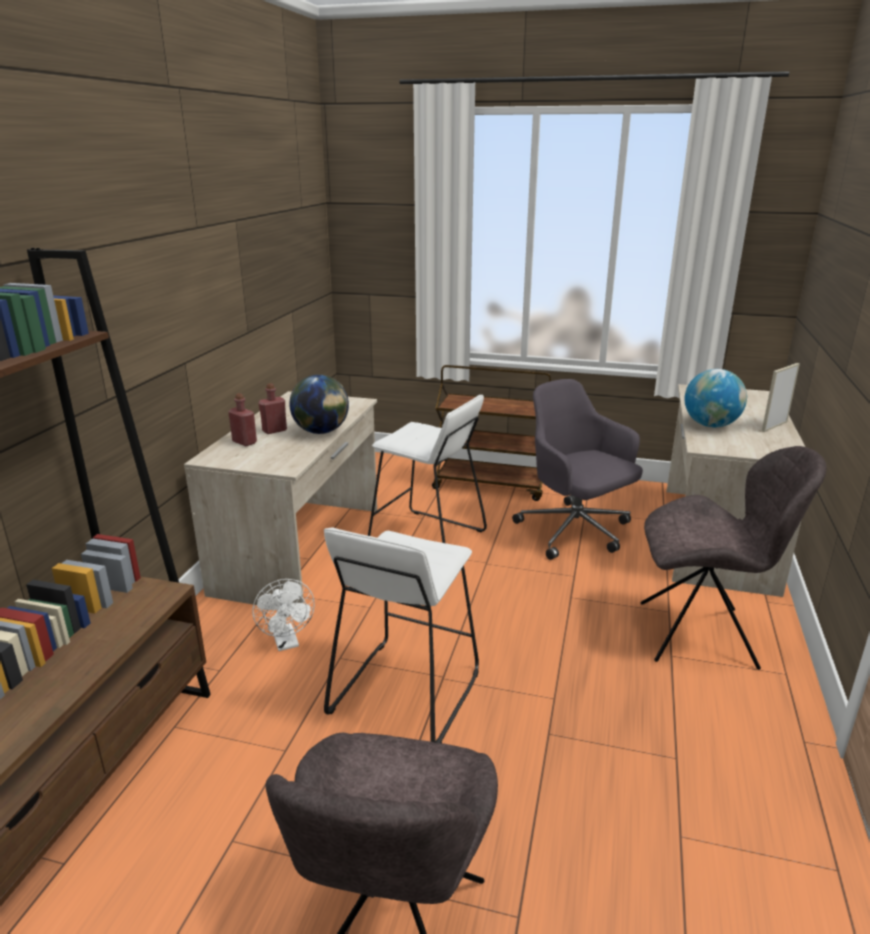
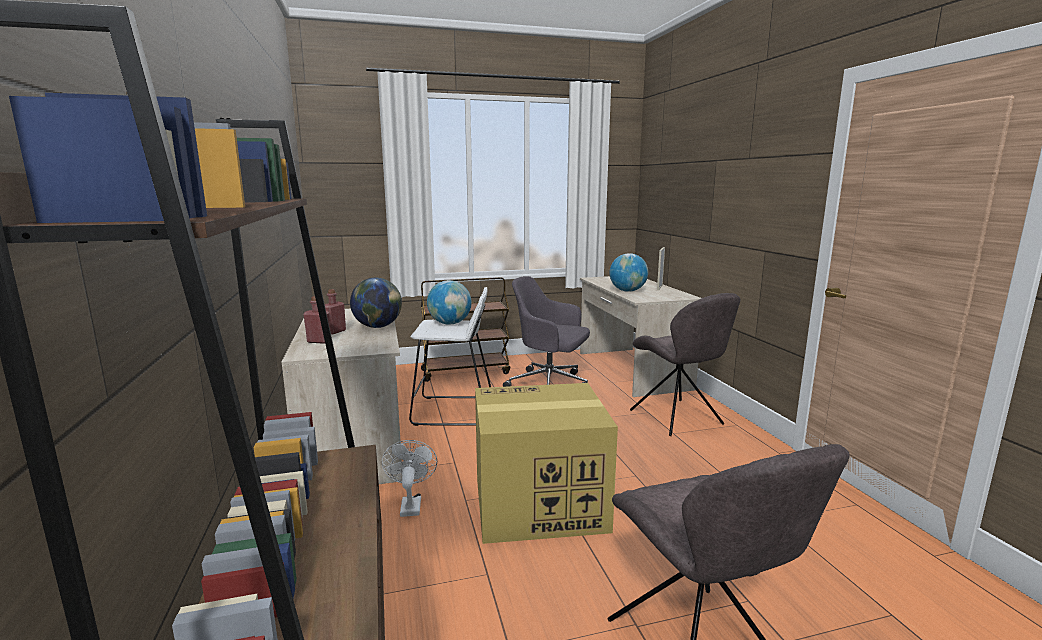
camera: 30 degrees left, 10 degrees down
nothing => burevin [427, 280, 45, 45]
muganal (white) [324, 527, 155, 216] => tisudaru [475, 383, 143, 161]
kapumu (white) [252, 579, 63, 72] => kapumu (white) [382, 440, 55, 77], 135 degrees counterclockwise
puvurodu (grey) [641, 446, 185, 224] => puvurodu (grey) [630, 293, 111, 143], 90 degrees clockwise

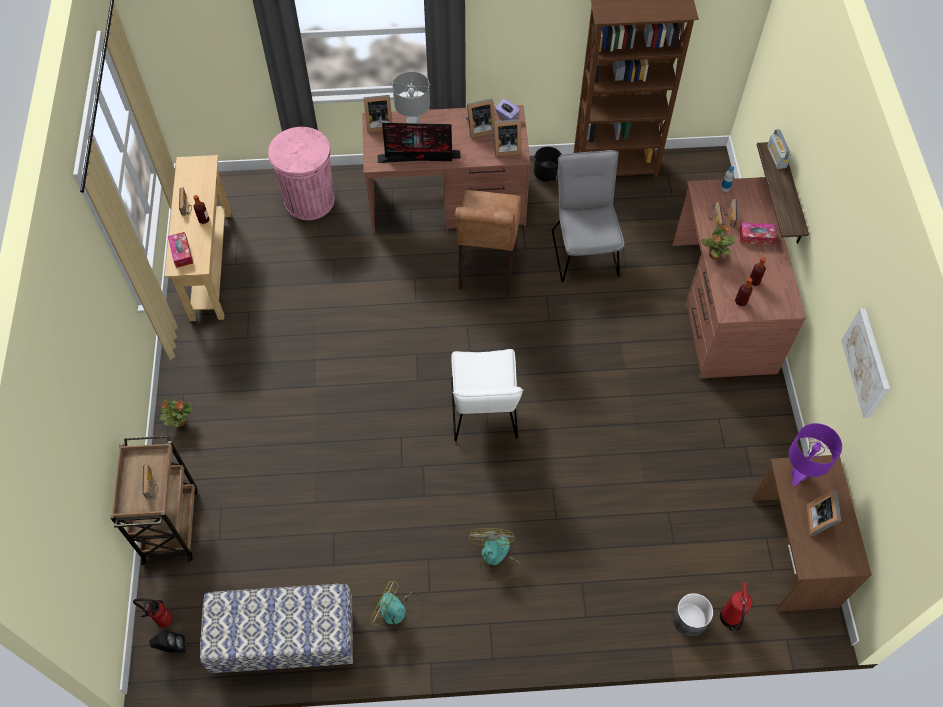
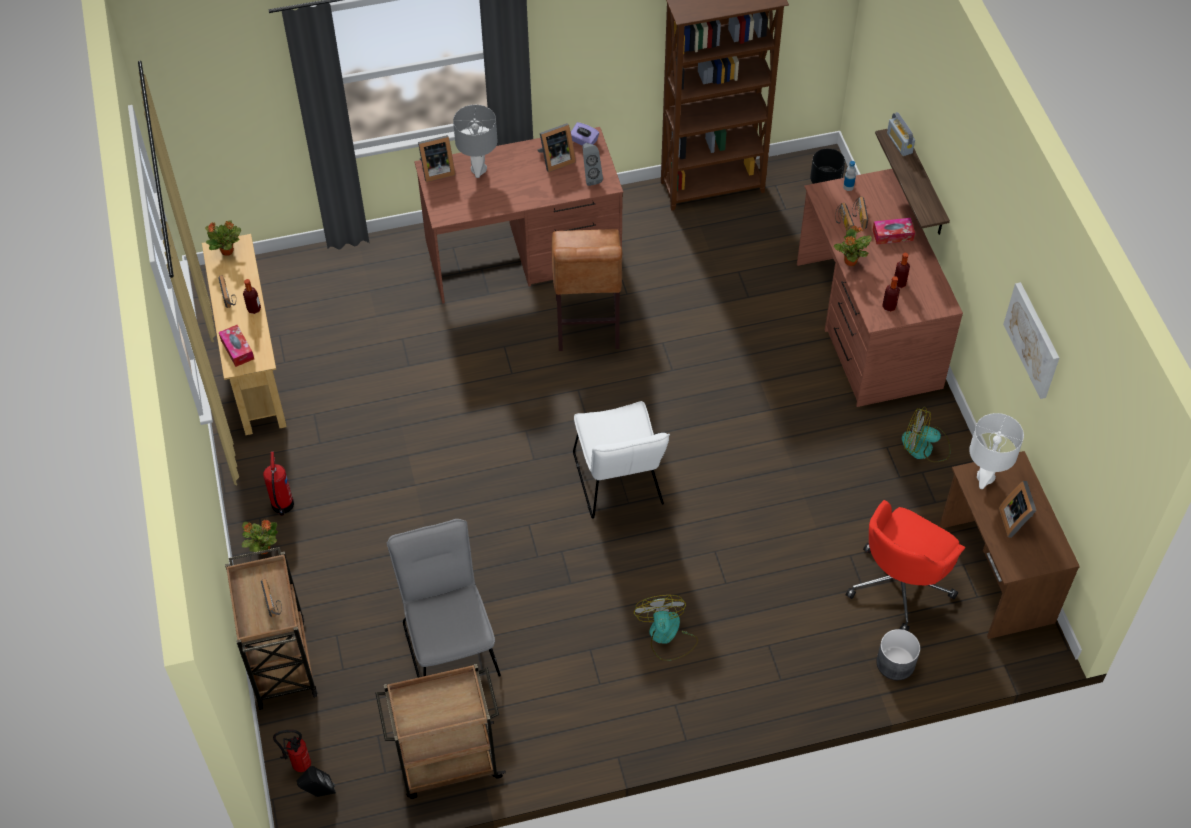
camera: 10 degrees left, 5 degrees down
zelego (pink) [268, 127, 67, 93] => nothing
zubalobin [378, 123, 83, 40] => nothing
nothing => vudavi [205, 221, 36, 35]
nothing => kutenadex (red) [846, 500, 119, 131]
kapumu [370, 581, 54, 50] => kapumu [902, 407, 49, 55], move
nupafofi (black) [534, 147, 28, 35] => nupafofi (black) [810, 148, 35, 36], move
puvurodu (grey) [552, 150, 72, 132] => puvurodu (grey) [387, 519, 114, 159], move
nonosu [720, 582, 32, 49] => nonosu [263, 451, 31, 65], move
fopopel [200, 584, 153, 90] => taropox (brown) [375, 664, 131, 135]
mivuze [493, 119, 28, 38] => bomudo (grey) [582, 143, 21, 43]
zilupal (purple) [789, 423, 53, 63] => zilupal (white) [969, 413, 55, 76]

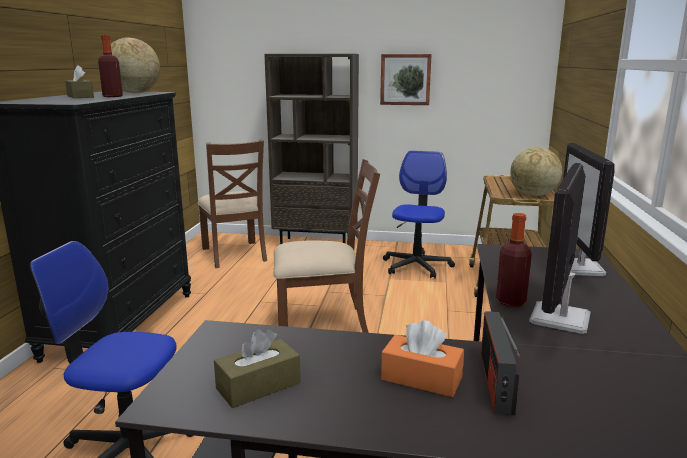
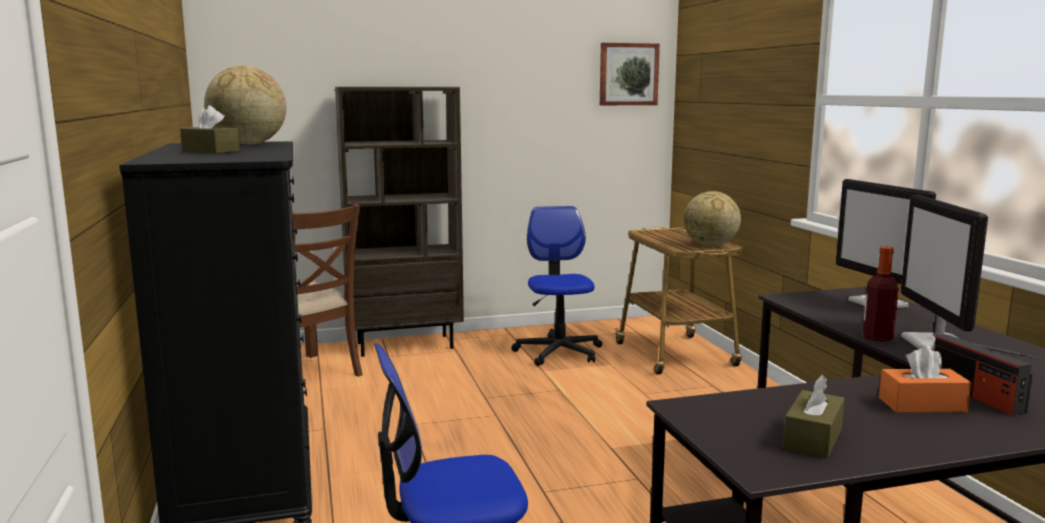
camera: 25 degrees left, 5 degrees down
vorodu [98, 35, 25, 62] => nothing
puvurodu (brown) [273, 159, 107, 174] => nothing
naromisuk [380, 54, 52, 51] => naromisuk [600, 43, 60, 62], move

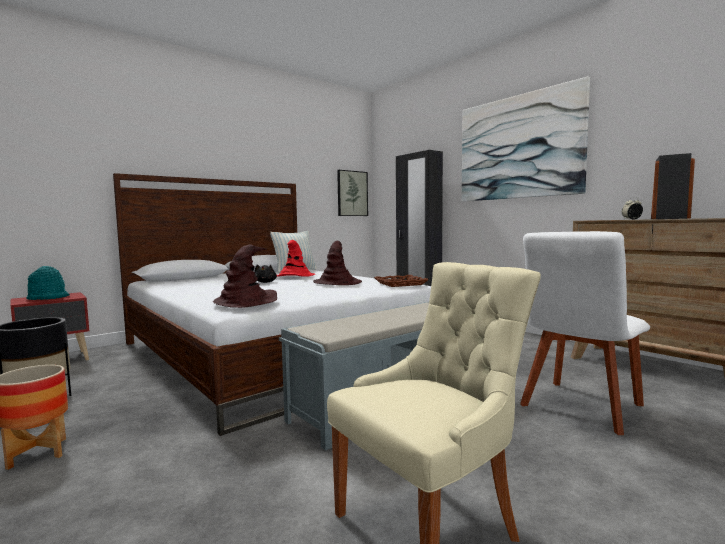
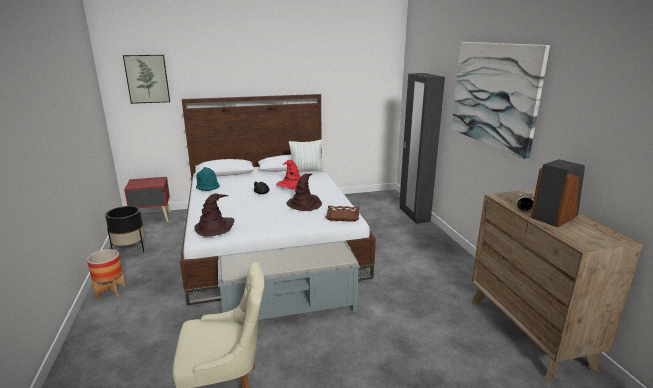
camera: 25 degrees right, 15 degrees up
puvurodu (white) [520, 231, 130, 204] => nothing
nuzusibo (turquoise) [26, 266, 44, 34] => nuzusibo (turquoise) [196, 167, 24, 24], move
naromisuk [337, 170, 31, 46] => naromisuk [123, 55, 47, 49], move

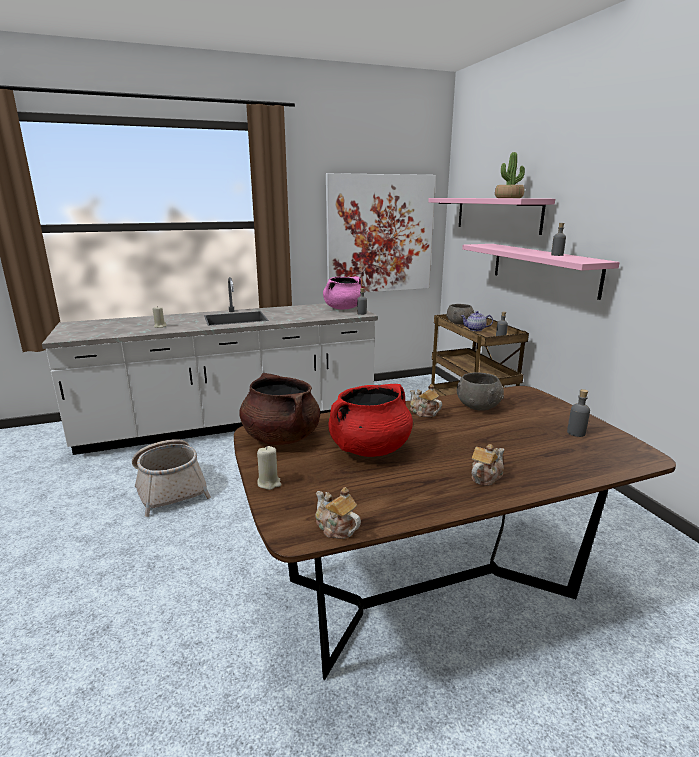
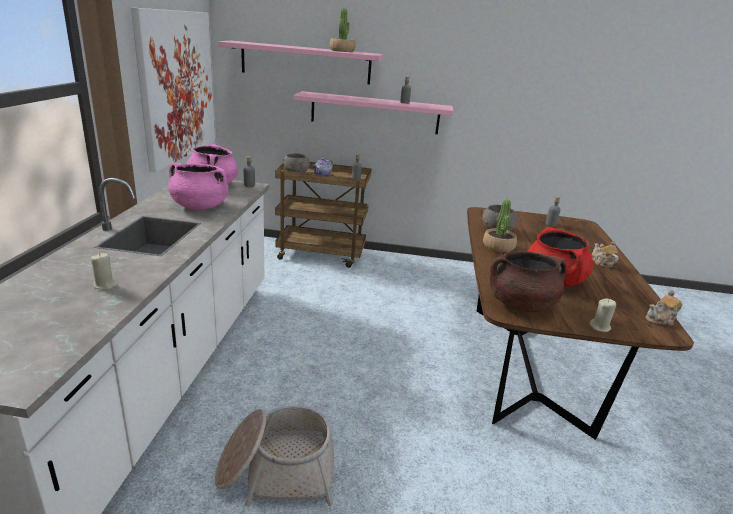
camera: 65 degrees left, 5 degrees up
nothing => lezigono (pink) [168, 163, 61, 47]
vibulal [410, 384, 32, 33] => vudavi [483, 199, 34, 53]

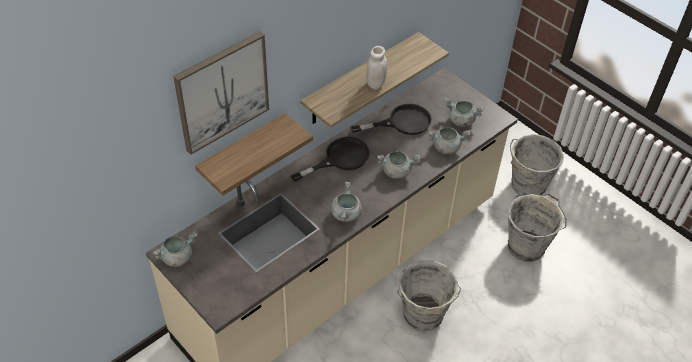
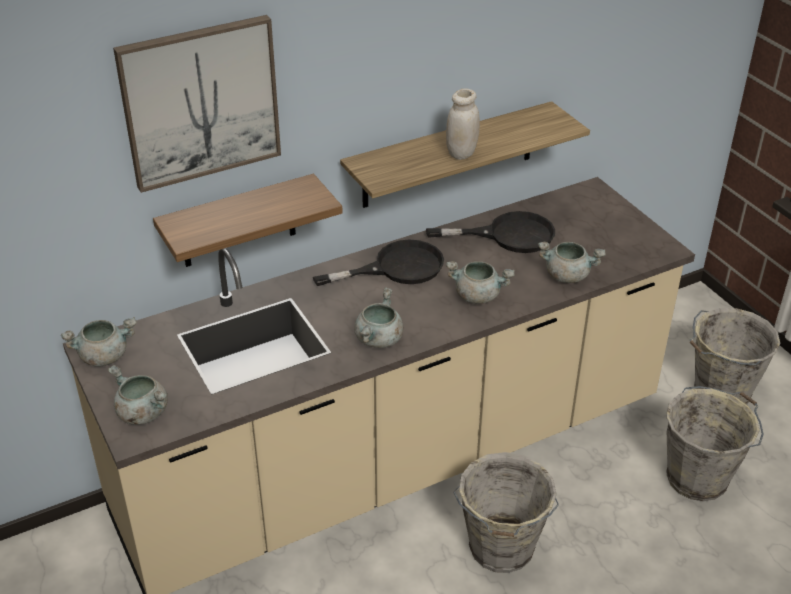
camera: 15 degrees right, 10 degrees down
lezigono (grey) [444, 98, 40, 29] => lezigono (grey) [108, 365, 60, 60], move

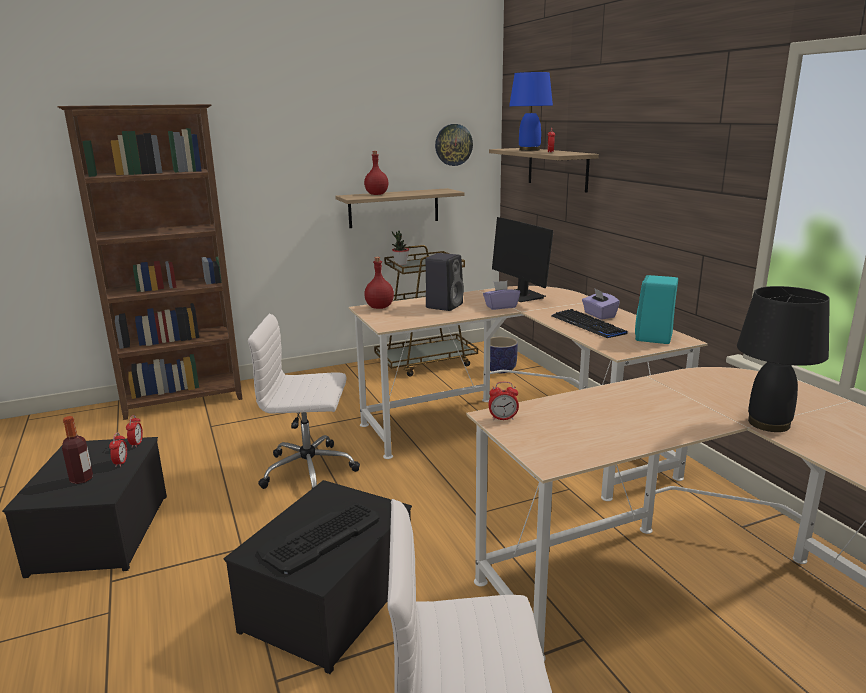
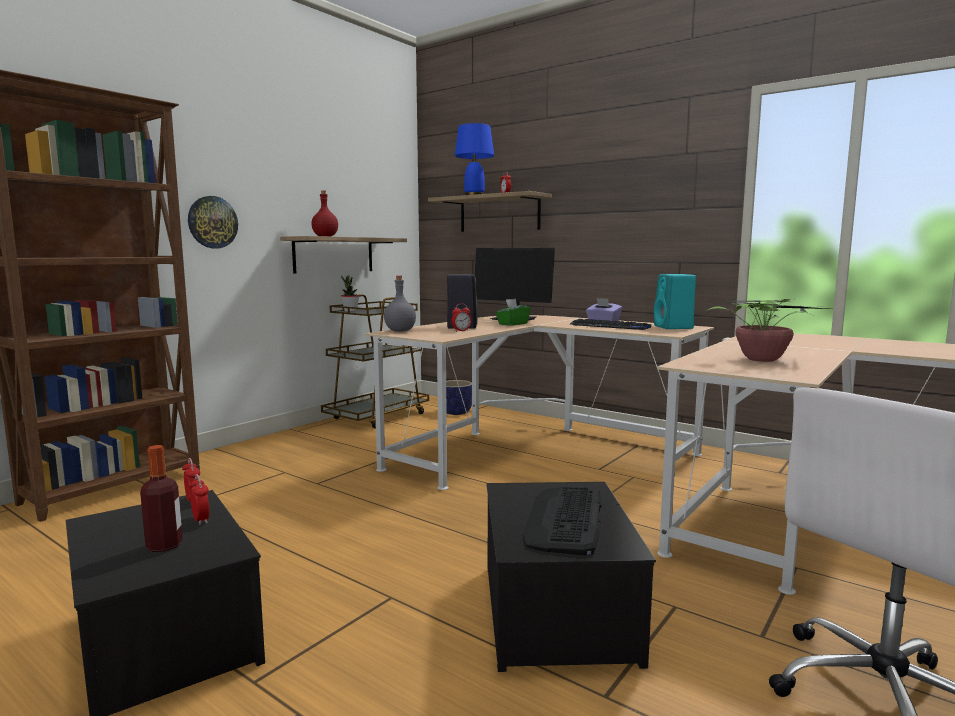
camera: 30 degrees left, 10 degrees down
kutenadex (white) [248, 314, 112, 175] => nothing
zilupal (black) [737, 286, 93, 146] => nothing
nothing => vudavi [708, 299, 120, 63]
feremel [435, 124, 38, 42] => feremel [188, 196, 50, 52], move
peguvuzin [488, 382, 31, 38] => peguvuzin [451, 304, 20, 28], move
vorodu (red) [364, 257, 30, 52] => vorodu (grey) [384, 275, 32, 57]
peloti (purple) [483, 281, 37, 29] => peloti (green) [495, 299, 36, 27]

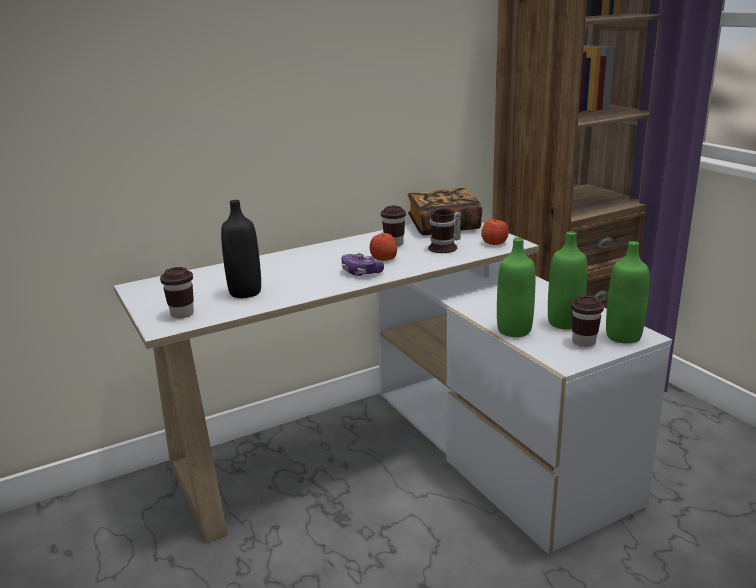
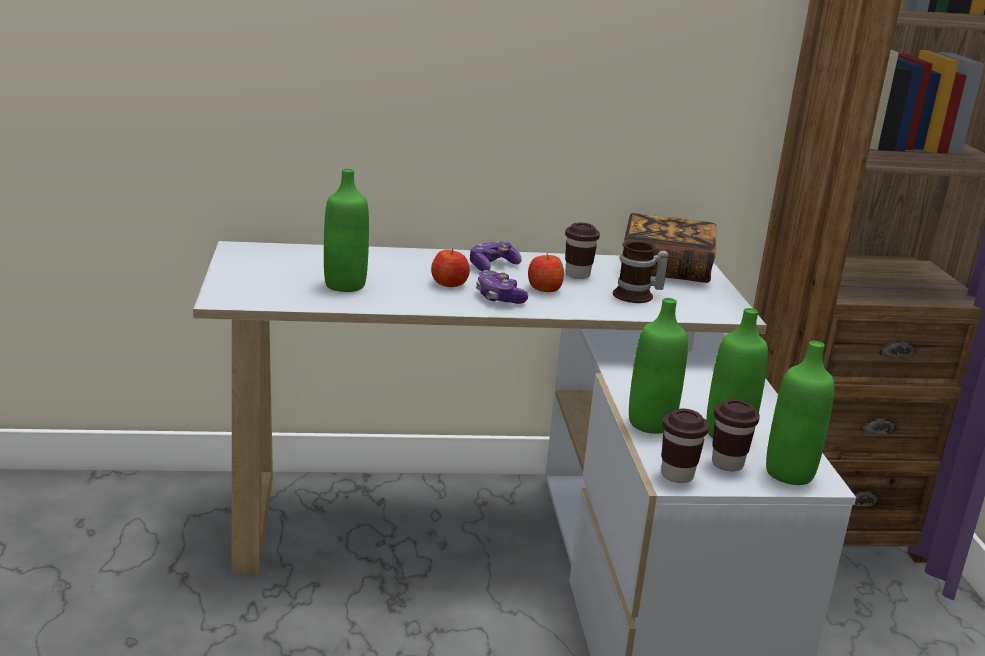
camera: 20 degrees right, 0 degrees up
nothing => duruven [470, 241, 52, 30]
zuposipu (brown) [160, 267, 34, 51] => zuposipu (brown) [661, 409, 48, 74], move
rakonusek [481, 217, 28, 28] => rakonusek [431, 248, 39, 39], move
vorodu (black) [221, 200, 40, 98] => vorodu (green) [324, 169, 45, 123]

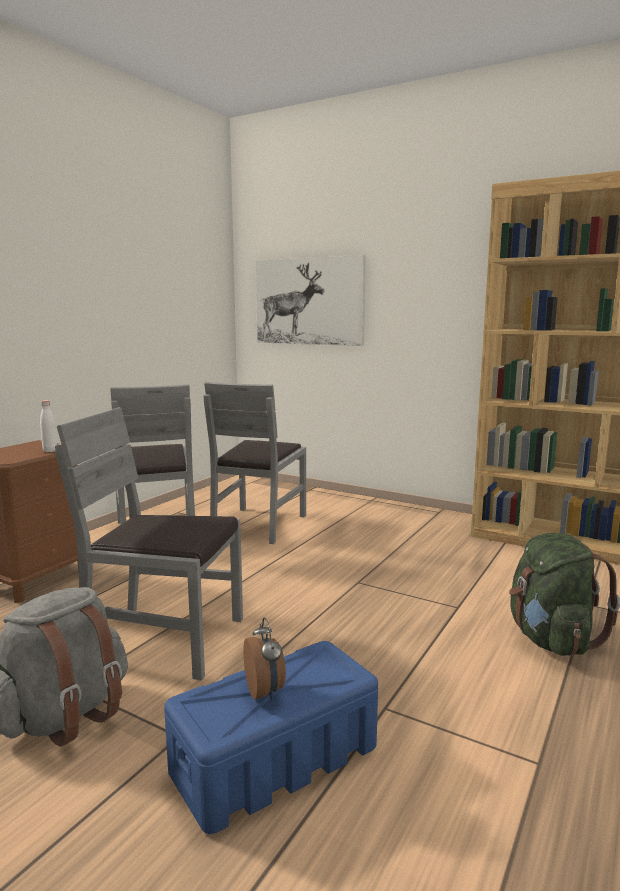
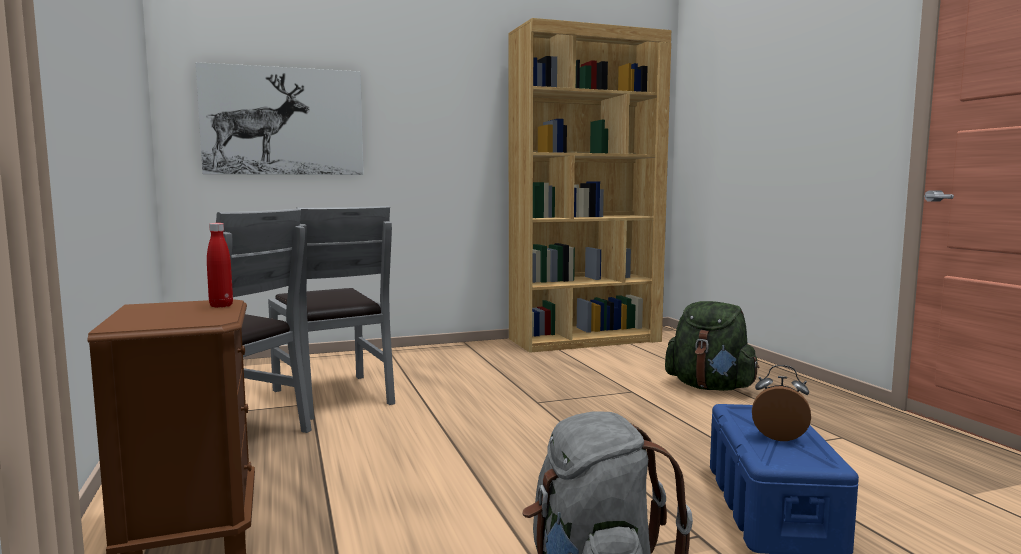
camera: 50 degrees left, 5 degrees down
puvurodu (grey) [55, 407, 188, 274] => nothing
vorodu (white) [40, 400, 17, 52] => vorodu (red) [207, 223, 26, 85]

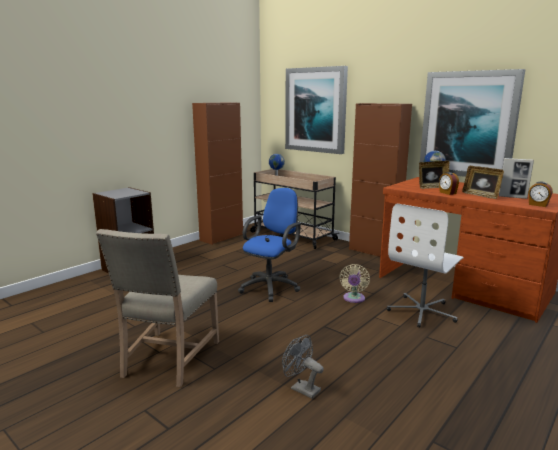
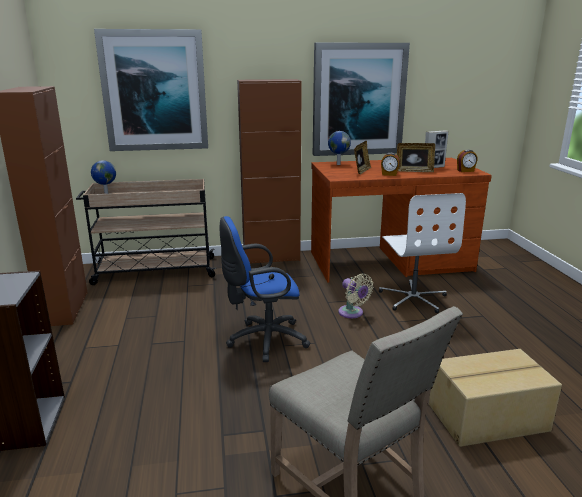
camera: 50 degrees left, 5 degrees up
kapumu (grey) [282, 335, 42, 64] => tisudaru [429, 349, 133, 98]
kutenadex (blue) [238, 188, 63, 114] => kutenadex (blue) [220, 216, 90, 146], 90 degrees counterclockwise

